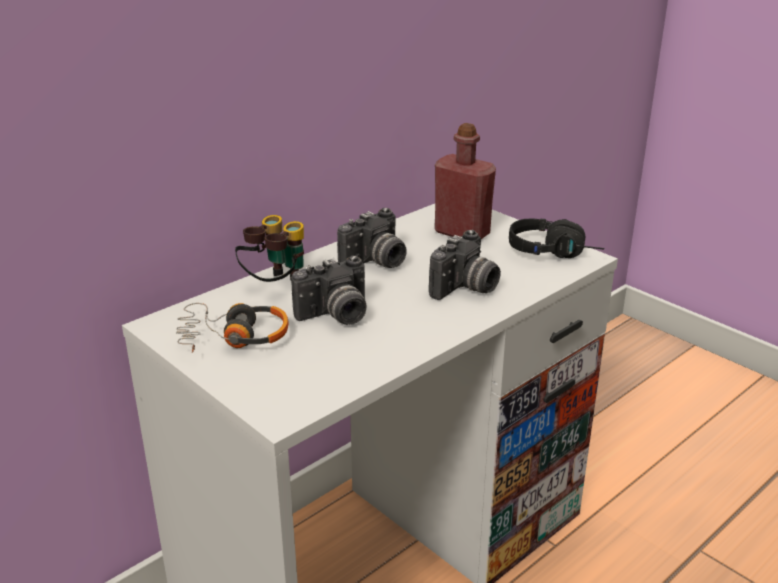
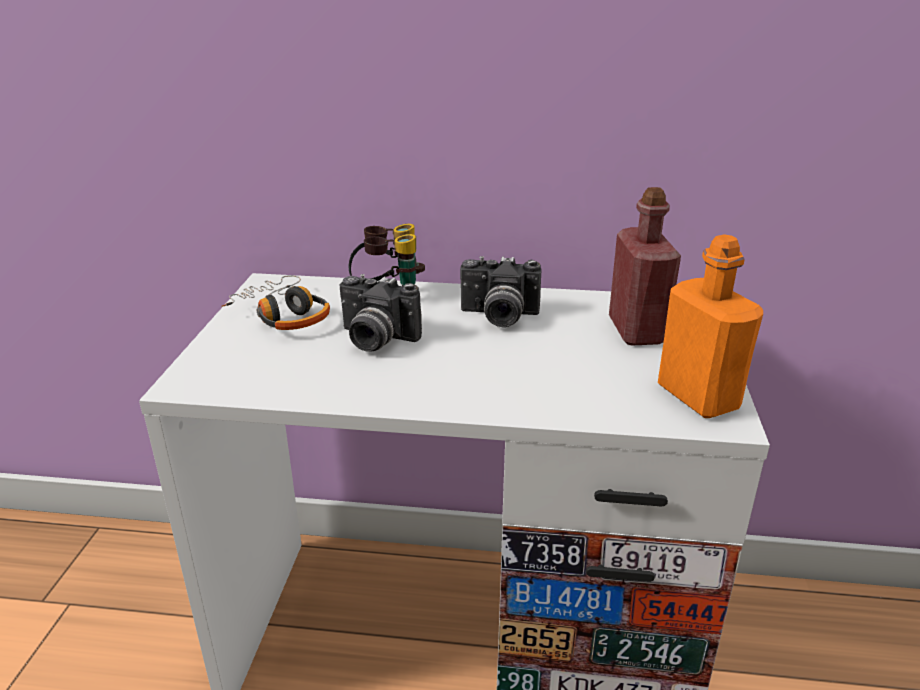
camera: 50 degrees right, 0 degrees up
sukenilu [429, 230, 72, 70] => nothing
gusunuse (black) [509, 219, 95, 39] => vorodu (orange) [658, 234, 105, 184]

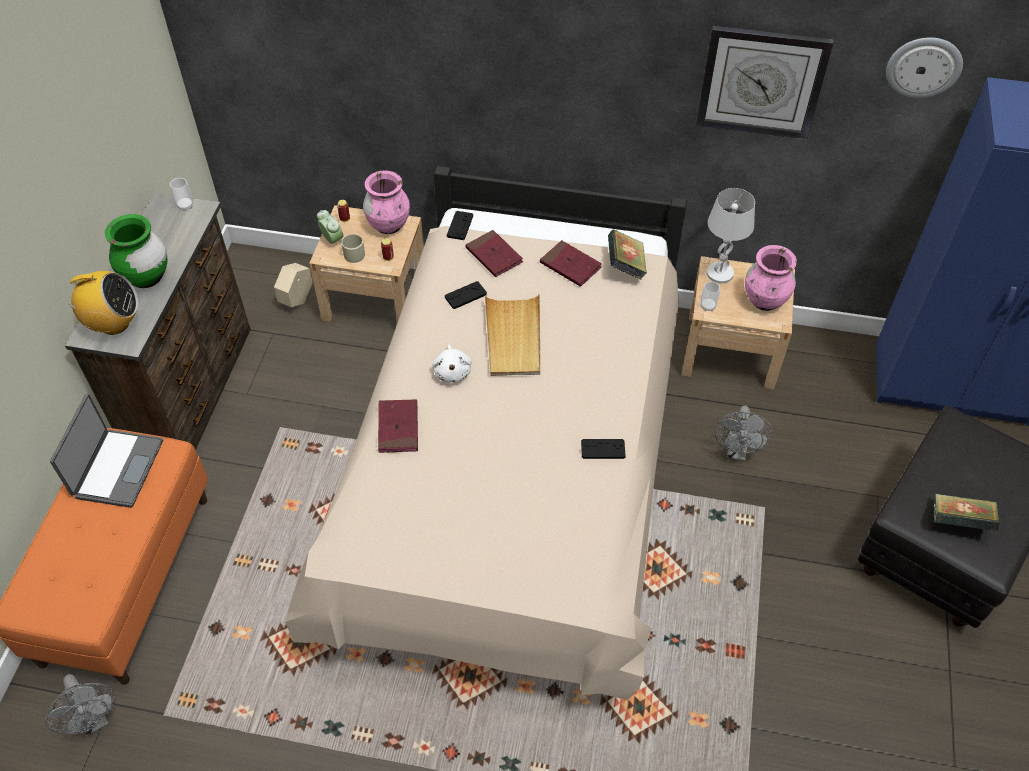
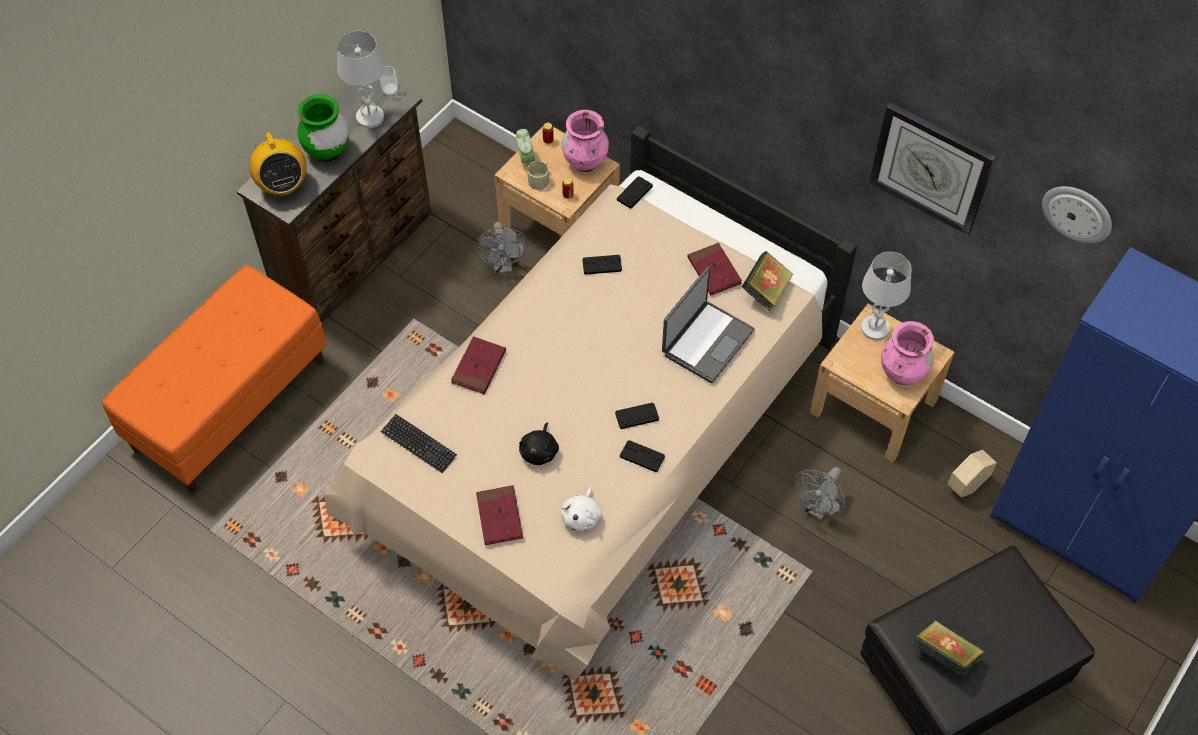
camera: 25 degrees right, 5 degrees up
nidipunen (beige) [485, 294, 55, 82] => nothing
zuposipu [700, 281, 20, 30] => nothing
nothing => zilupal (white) [337, 31, 48, 97]
nothing => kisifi [380, 414, 77, 59]
nothing => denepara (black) [519, 422, 40, 43]
nothing => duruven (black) [615, 402, 44, 27]
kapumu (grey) [45, 674, 70, 62] => kapumu (grey) [475, 222, 53, 52], move
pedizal [50, 394, 113, 114] => pedizal [662, 267, 93, 116], move
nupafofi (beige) [274, 263, 39, 45] => nupafofi (beige) [948, 450, 49, 48], move
denepara (white) [432, 344, 40, 39] => denepara (white) [561, 487, 41, 44], move
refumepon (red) [465, 230, 58, 47] => refumepon (red) [476, 485, 47, 60], move
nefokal [60, 271, 78, 64] => nefokal [249, 132, 58, 64], 45 degrees clockwise

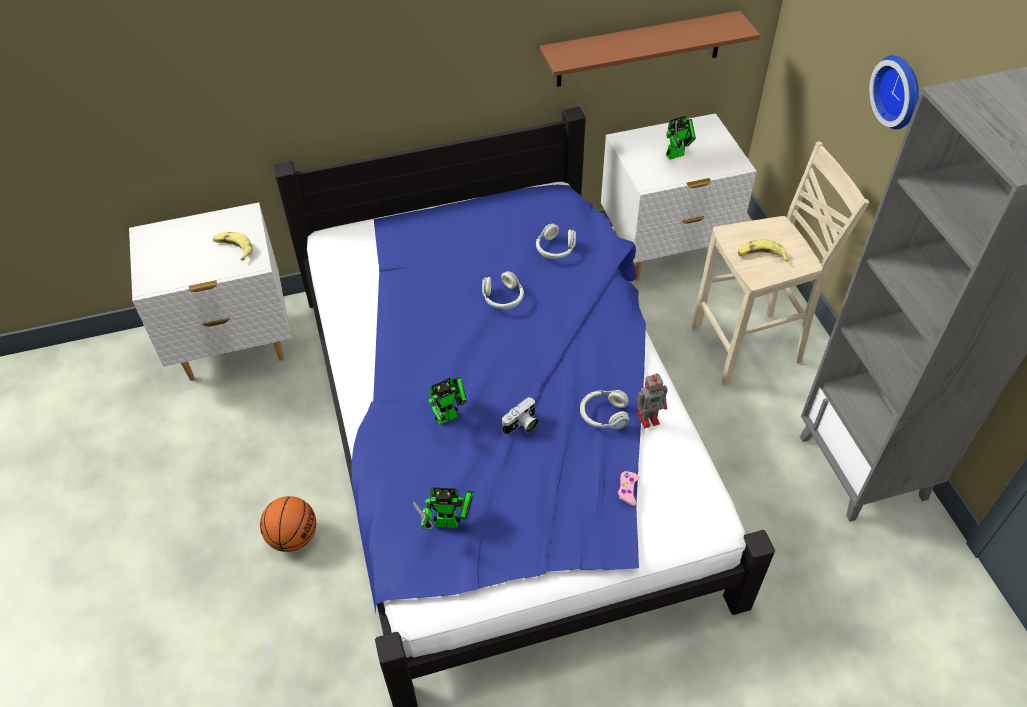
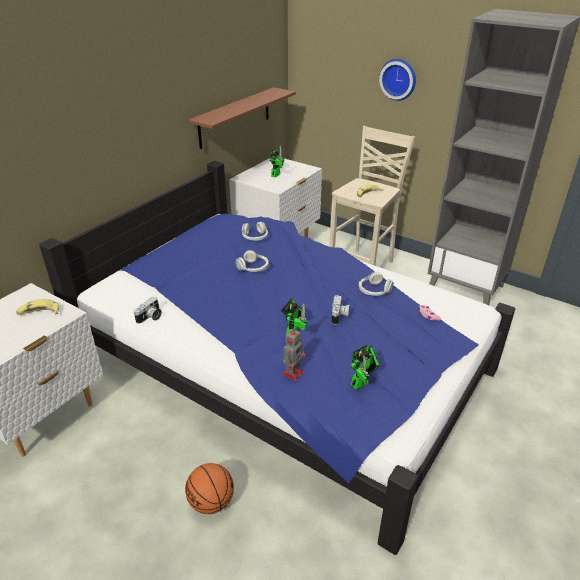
camera: 40 degrees left, 15 degrees down
nothing => sukenilu [134, 297, 28, 27]
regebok [637, 373, 30, 55] => regebok [283, 328, 23, 53], move

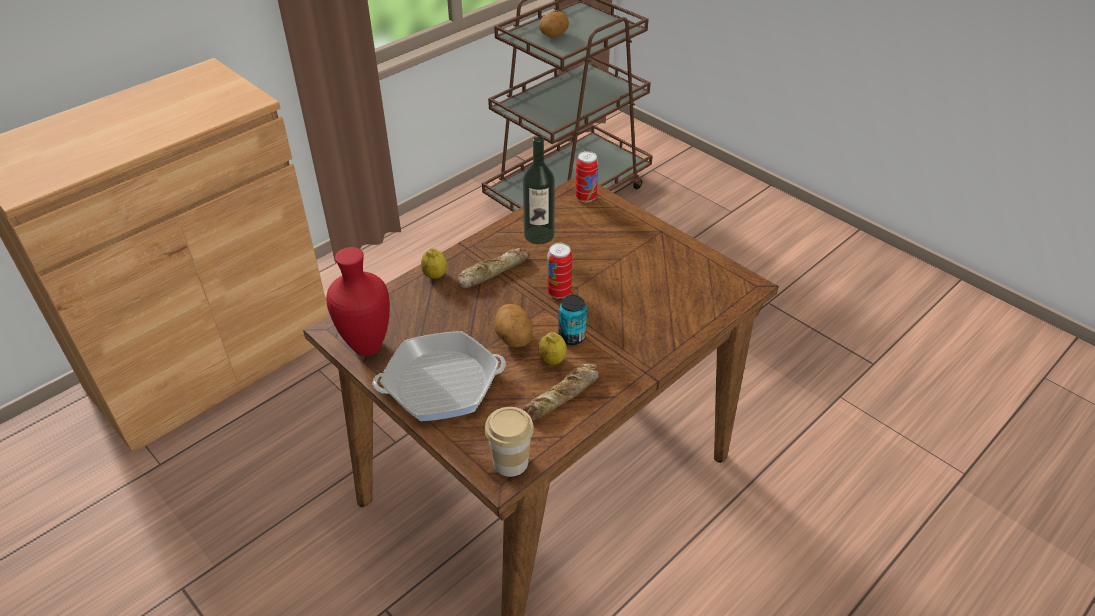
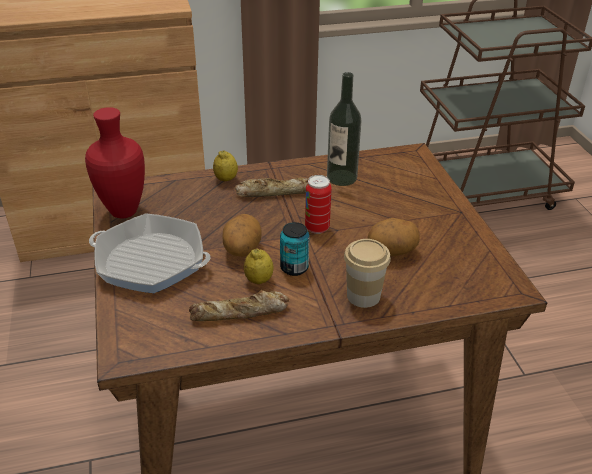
camera: 30 degrees right, 5 degrees down
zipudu [575, 151, 23, 51] => nothing
zuposipu [485, 407, 49, 70] => zuposipu [344, 239, 47, 69], move
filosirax [539, 12, 30, 25] => filosirax [367, 218, 53, 38], move

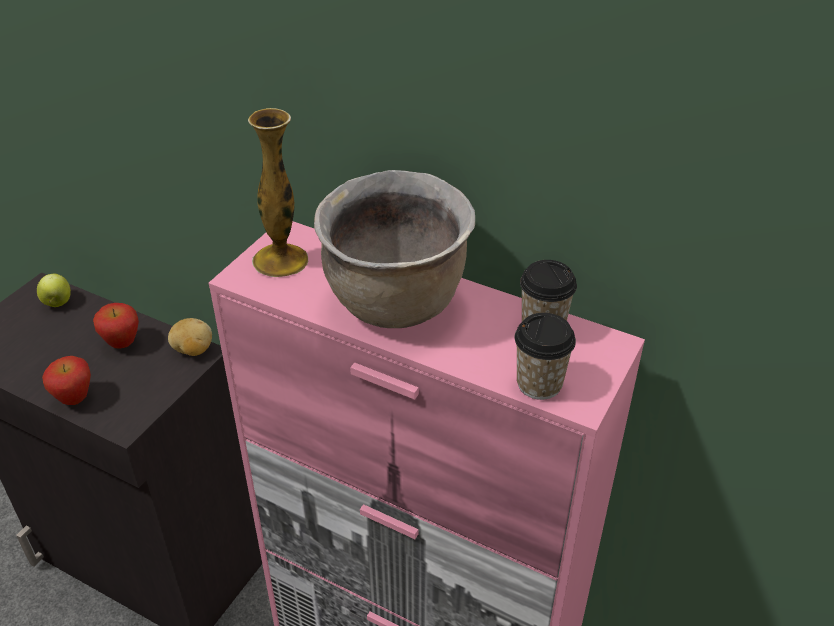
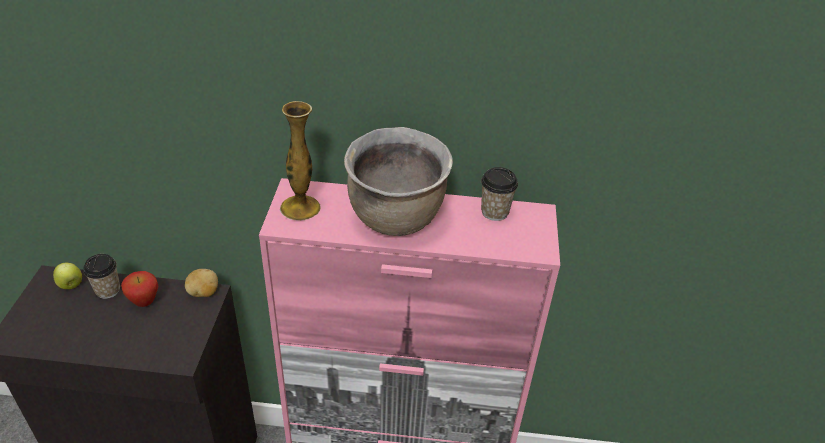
camera: 25 degrees left, 0 degrees up
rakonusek [42, 356, 49, 49] => nothing
zuposipu [515, 313, 61, 87] => zuposipu [83, 254, 37, 45], move

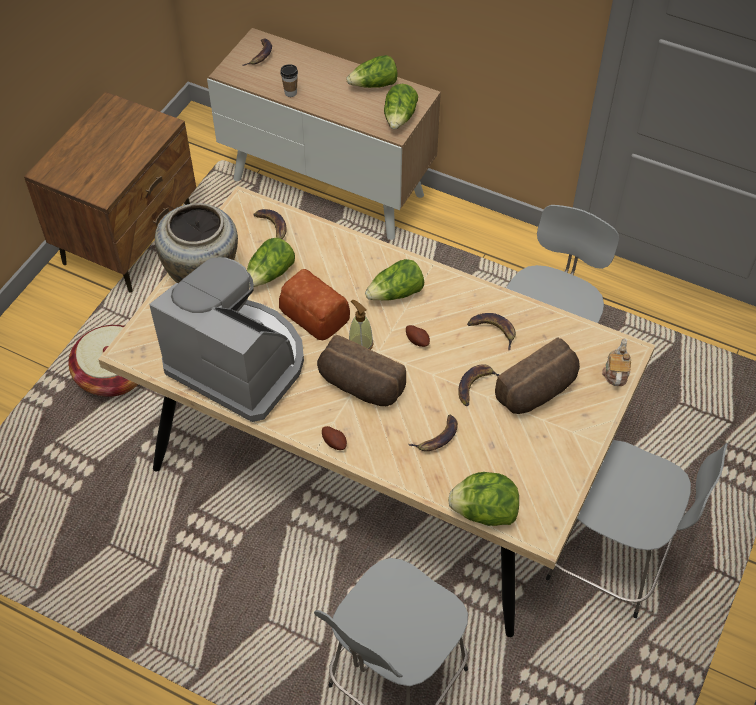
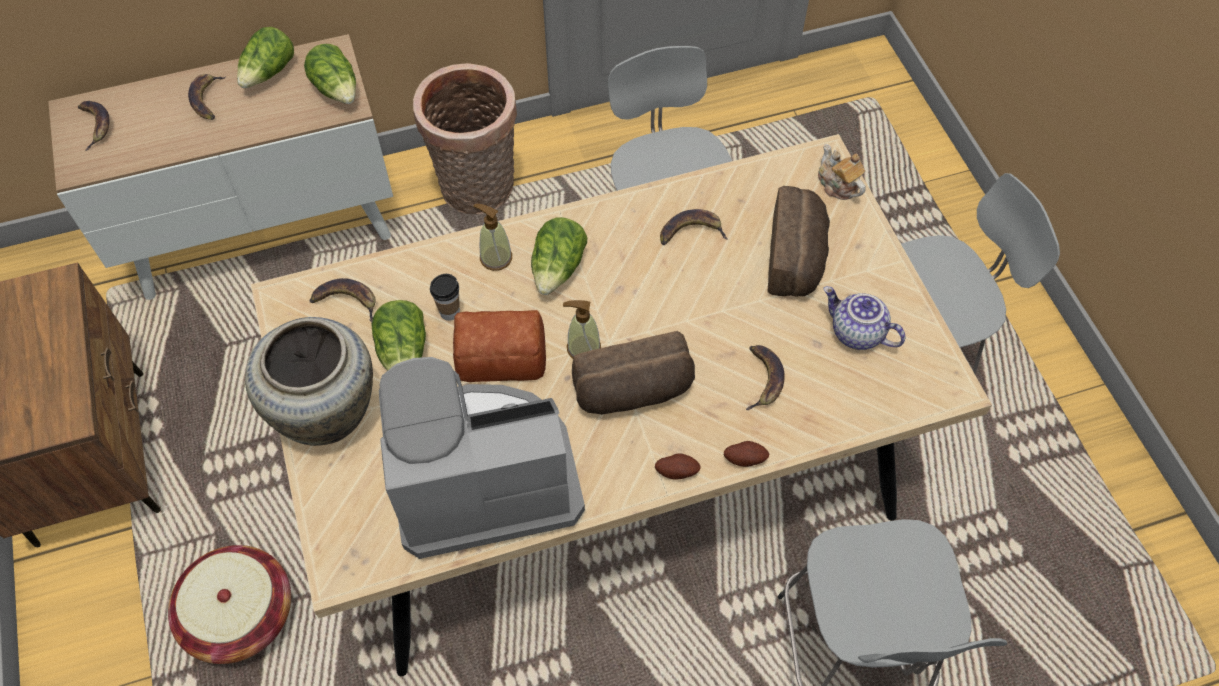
camera: 45 degrees left, 5 degrees up
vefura [448, 472, 71, 54] => nothing
nothing => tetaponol [413, 63, 104, 151]
nothing => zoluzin [473, 204, 39, 67]
nothing => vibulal [824, 286, 81, 64]
zuposipu [280, 64, 18, 33] => zuposipu [430, 274, 30, 47], move
filosirax [406, 325, 24, 22] => filosirax [724, 441, 45, 26], move
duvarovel [458, 364, 41, 42] => duvarovel [188, 74, 38, 46], move

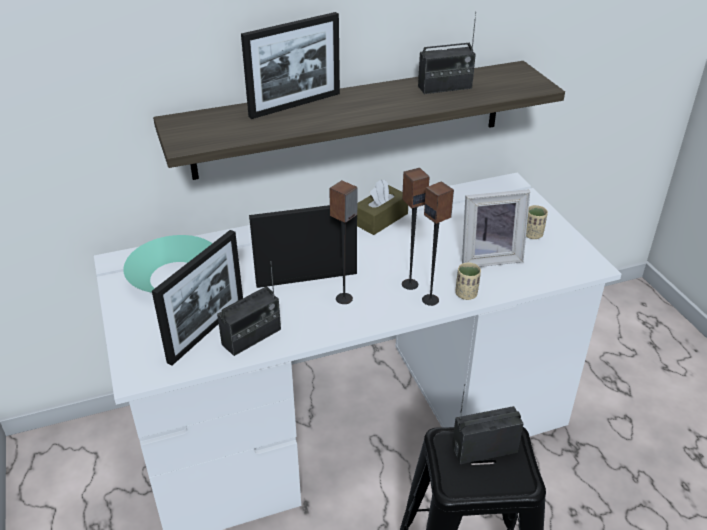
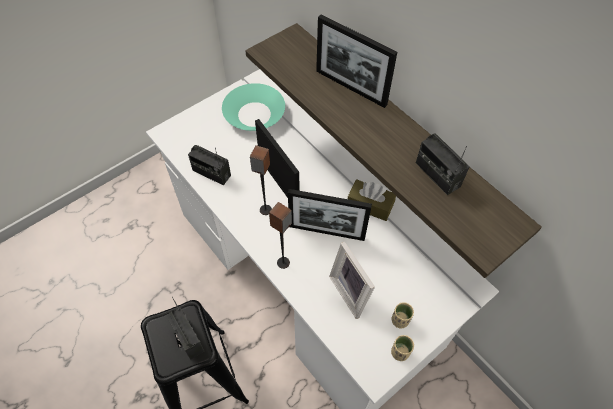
camera: 70 degrees right, 20 degrees up
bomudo [402, 168, 28, 122] => nothing
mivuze [152, 230, 91, 136] => mivuze [288, 189, 84, 52], move
zuposipu (beige) [455, 263, 26, 37] => zuposipu (beige) [391, 335, 23, 26], move

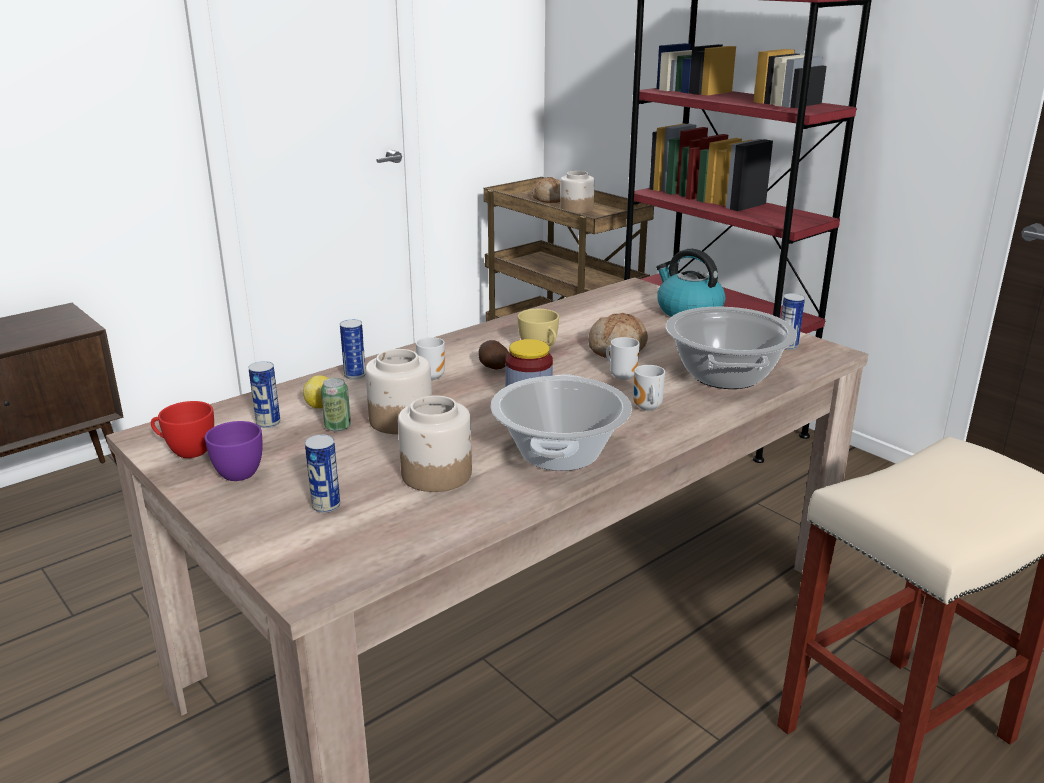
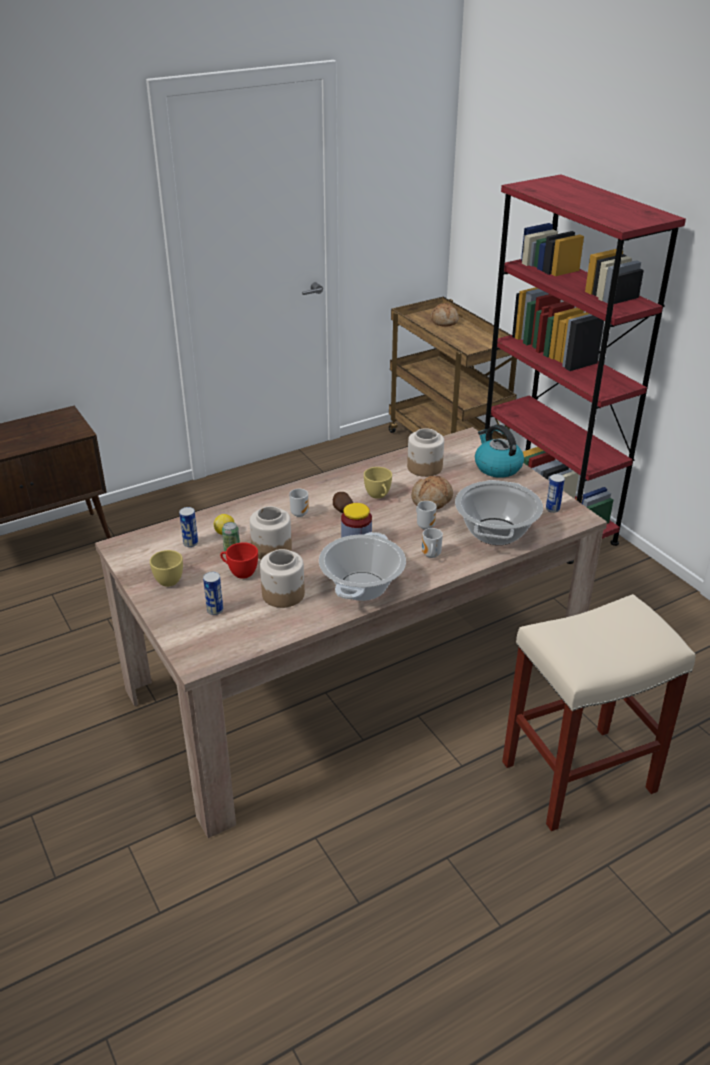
camera: 10 degrees right, 10 degrees up
zipudu [340, 319, 25, 61] => nothing
zuposipu (red) [151, 401, 63, 57] => zuposipu (red) [220, 542, 38, 37], move
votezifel [560, 171, 35, 43] => votezifel [407, 428, 37, 49], move
zuposipu (purple) [205, 421, 57, 60] => zuposipu (yellow) [150, 550, 33, 37]

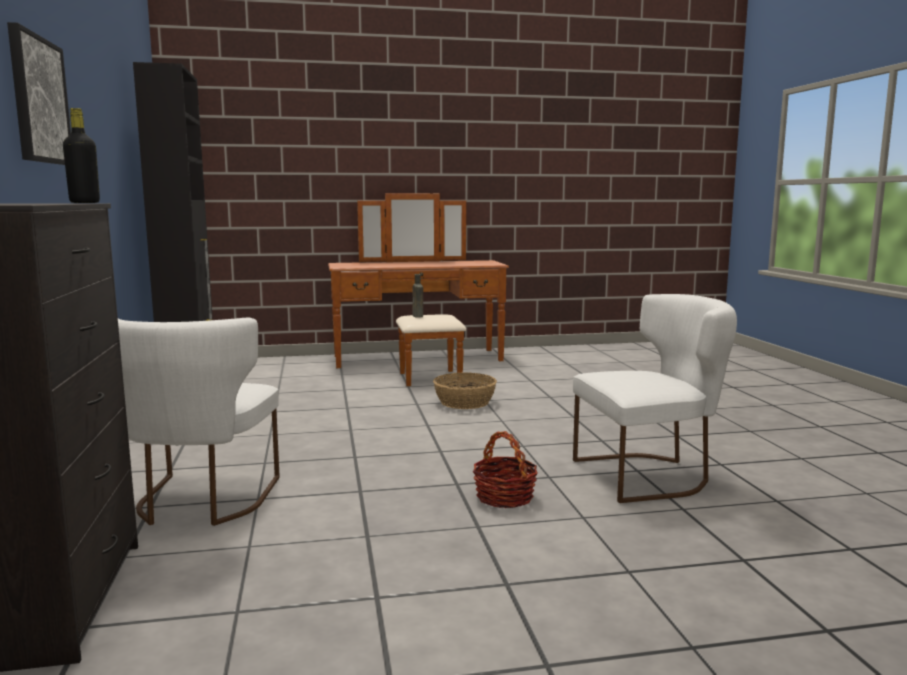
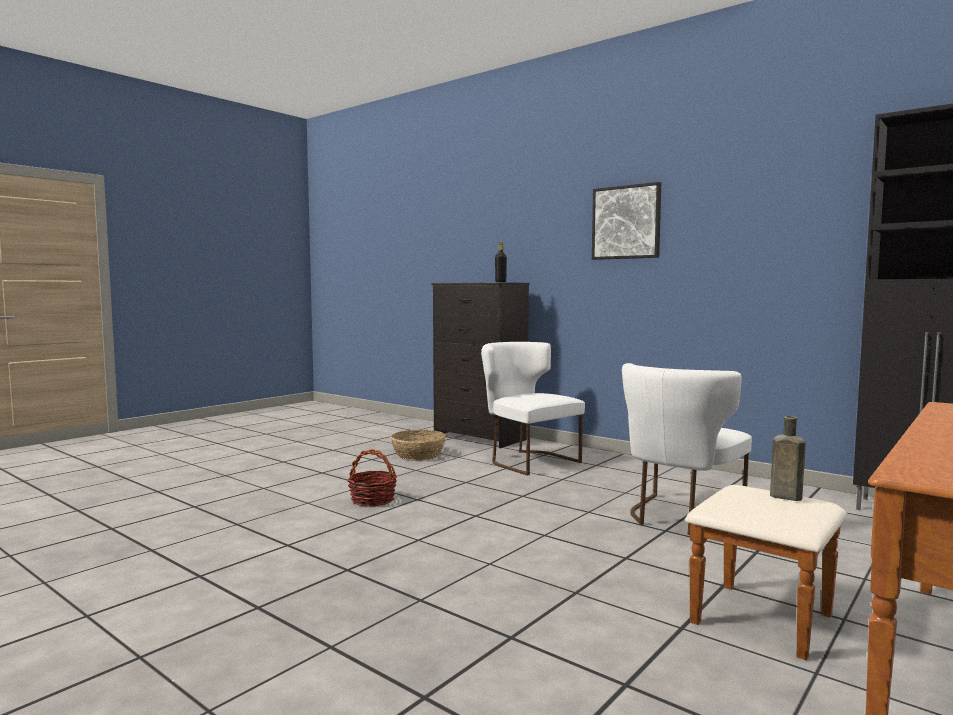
camera: 140 degrees right, 5 degrees down
tetaponol [433, 372, 64, 37] => tetaponol [391, 430, 55, 31], move
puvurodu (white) [573, 294, 164, 209] => puvurodu (white) [622, 363, 130, 173], move

